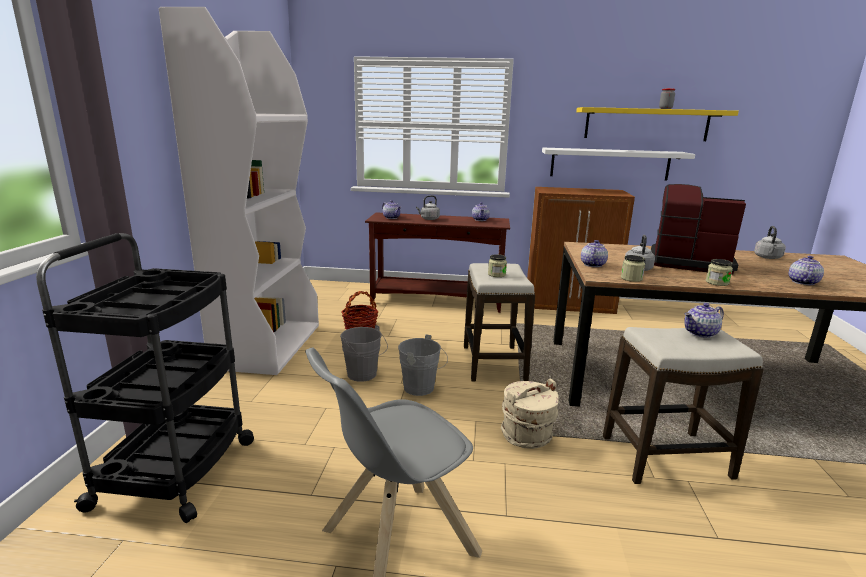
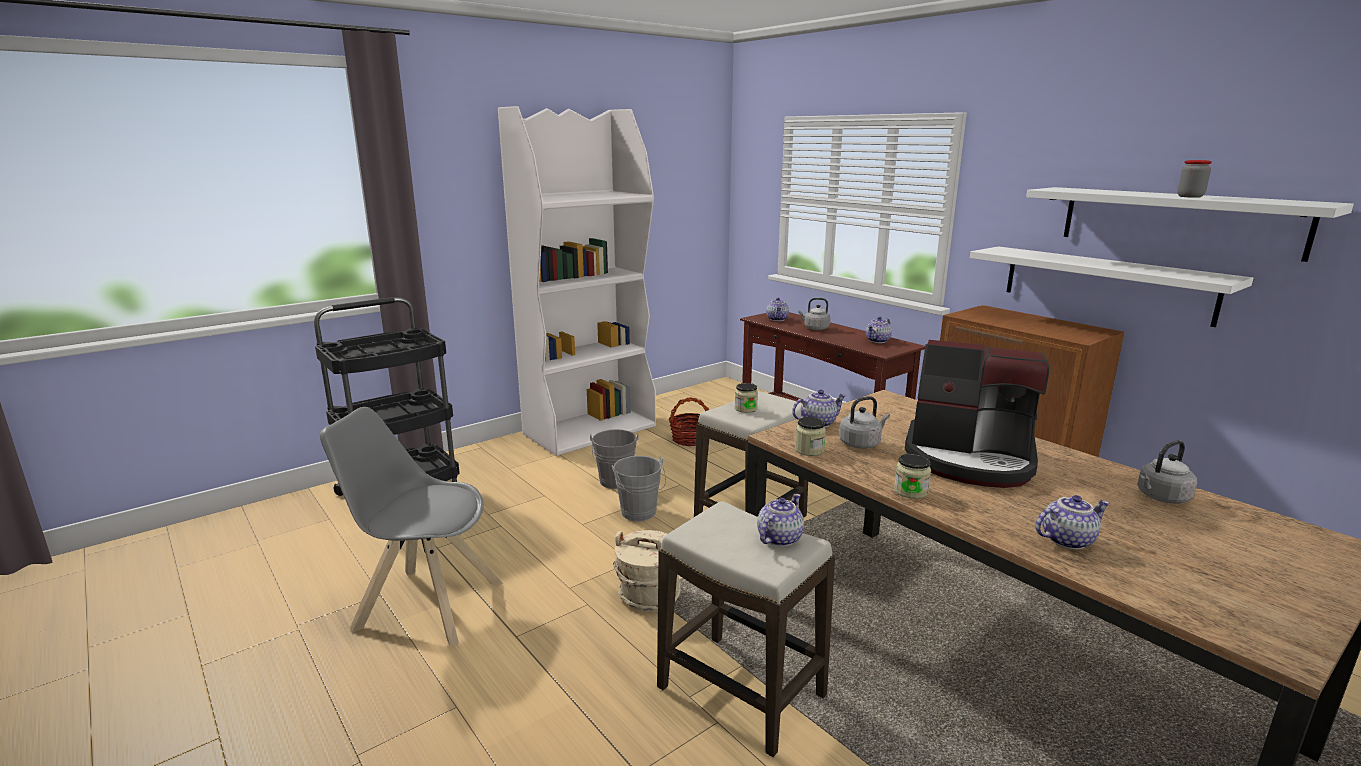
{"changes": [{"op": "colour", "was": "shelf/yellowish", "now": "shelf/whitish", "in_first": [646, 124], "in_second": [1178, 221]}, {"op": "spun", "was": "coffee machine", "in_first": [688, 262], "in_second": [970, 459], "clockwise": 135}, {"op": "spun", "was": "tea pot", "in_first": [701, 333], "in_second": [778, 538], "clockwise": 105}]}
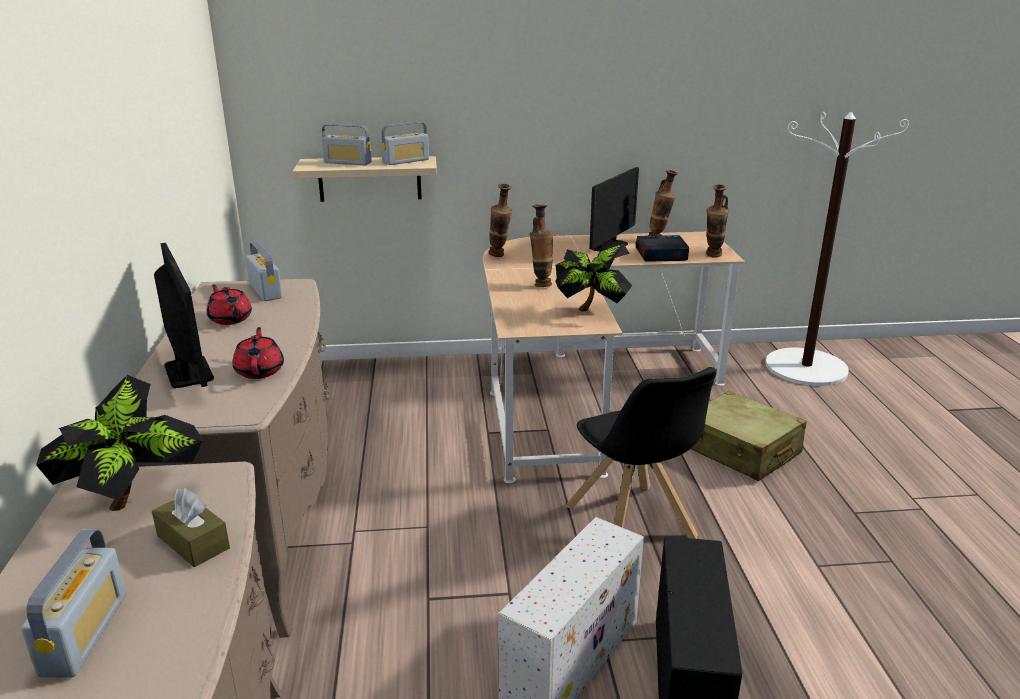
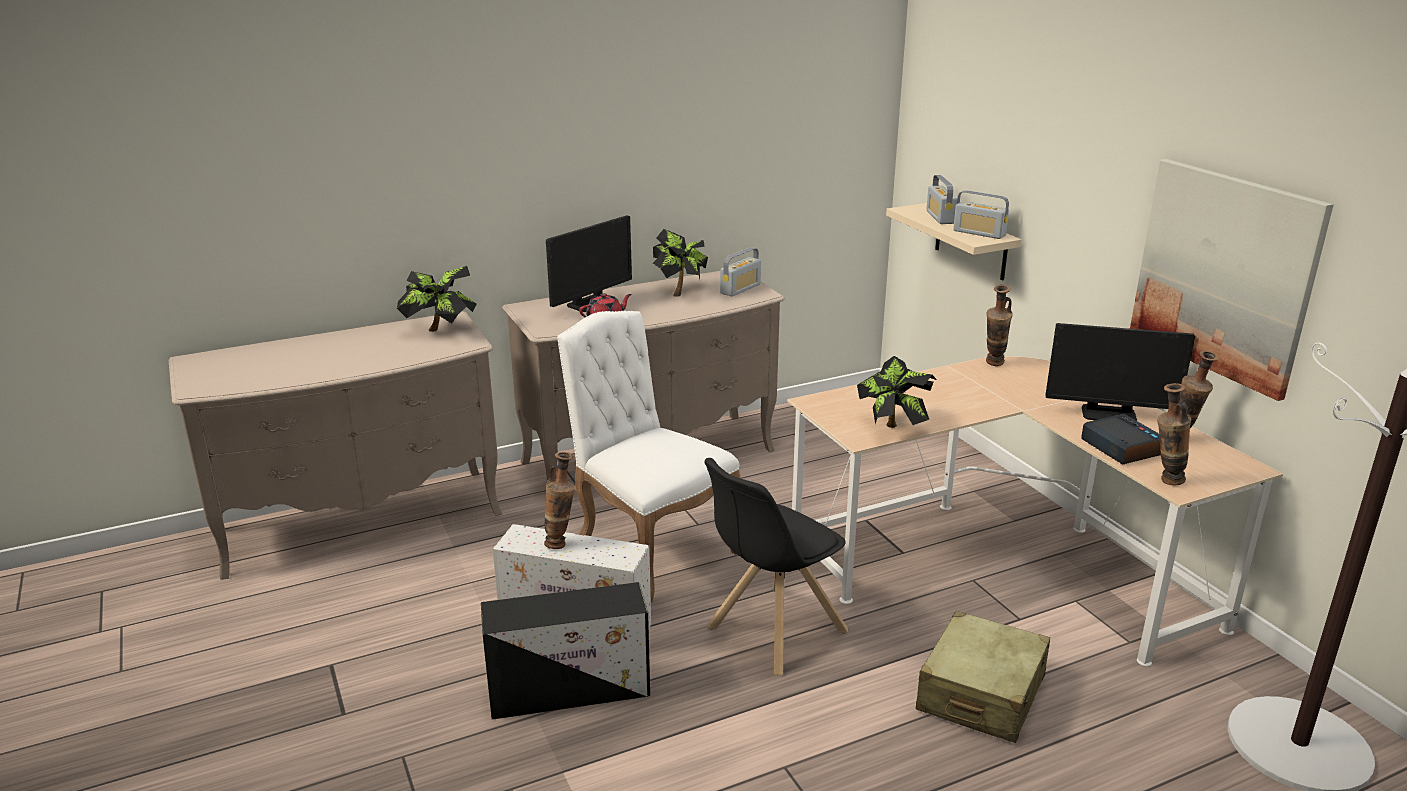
{"changes": [{"op": "missing", "was": "radio set", "in_first": [85, 633]}, {"op": "missing", "was": "tissue box/brownish", "in_first": [193, 542]}, {"op": "appeared", "now": "upright chair/whitish", "in_second": [651, 551]}, {"op": "appeared", "now": "picture", "in_second": [1224, 274]}, {"op": "relocated", "was": "flower vase", "in_first": [541, 284], "in_second": [561, 543]}, {"op": "exchanged", "was": "tea pot/red", "now": "houseplant", "in_first": [230, 319], "in_second": [680, 292]}]}
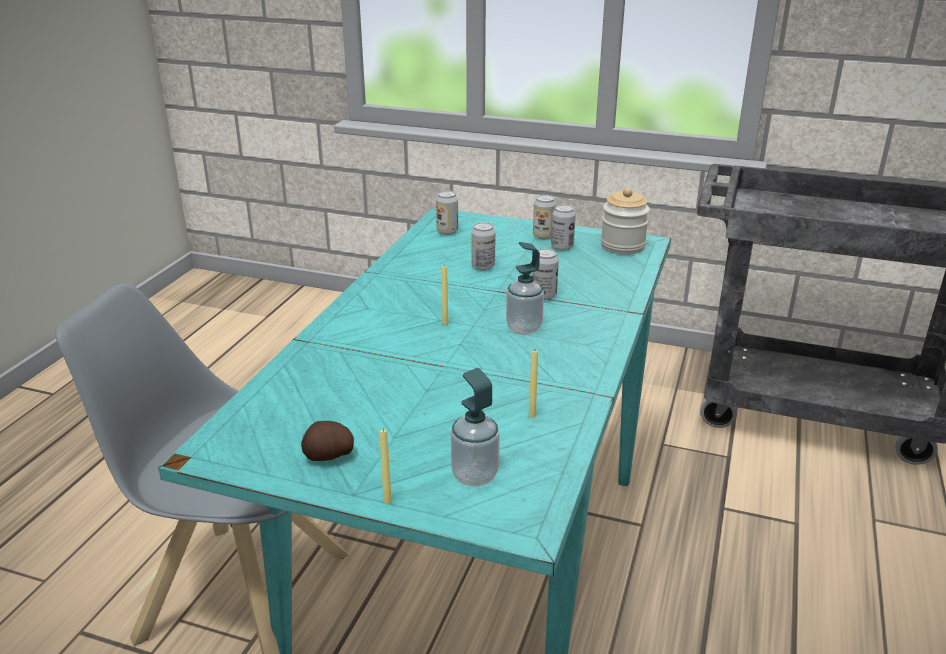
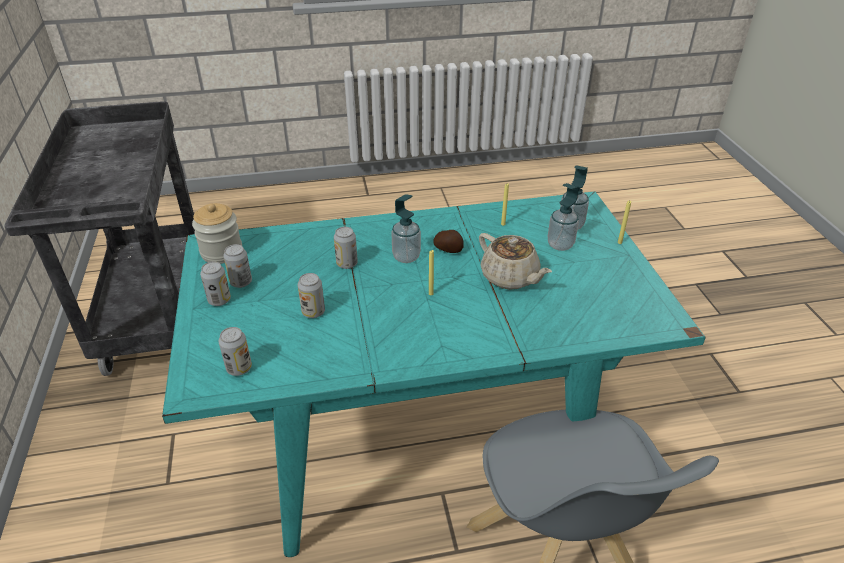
{"changes": [{"op": "appeared", "now": "tea pot/sand-coloured", "in_second": [510, 277]}, {"op": "appeared", "now": "liquid soap bottle", "in_second": [560, 245]}, {"op": "relocated", "was": "whole potato", "in_first": [328, 456], "in_second": [449, 250]}]}
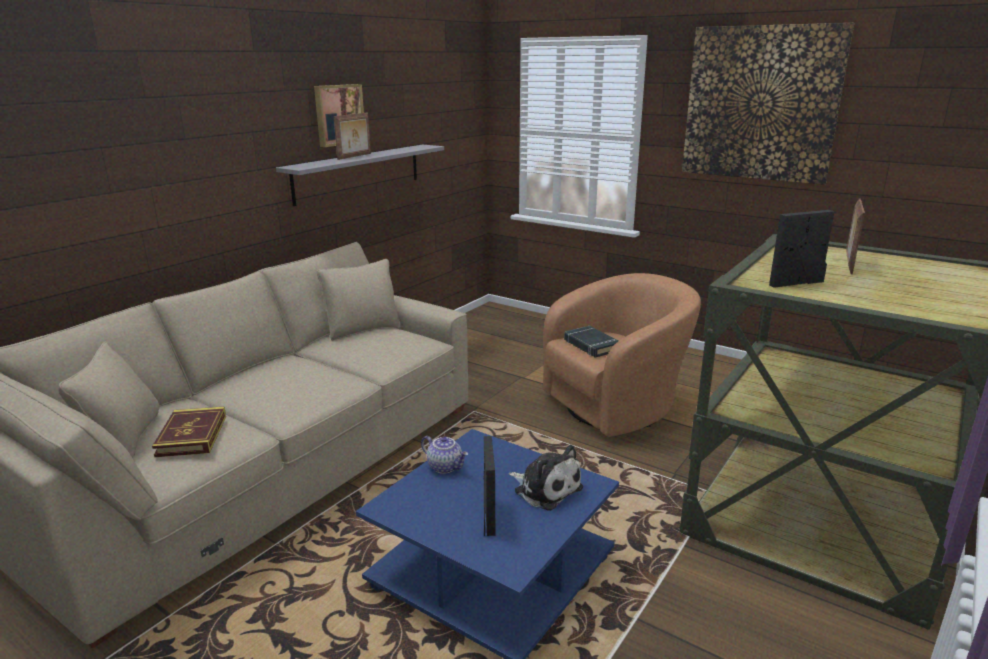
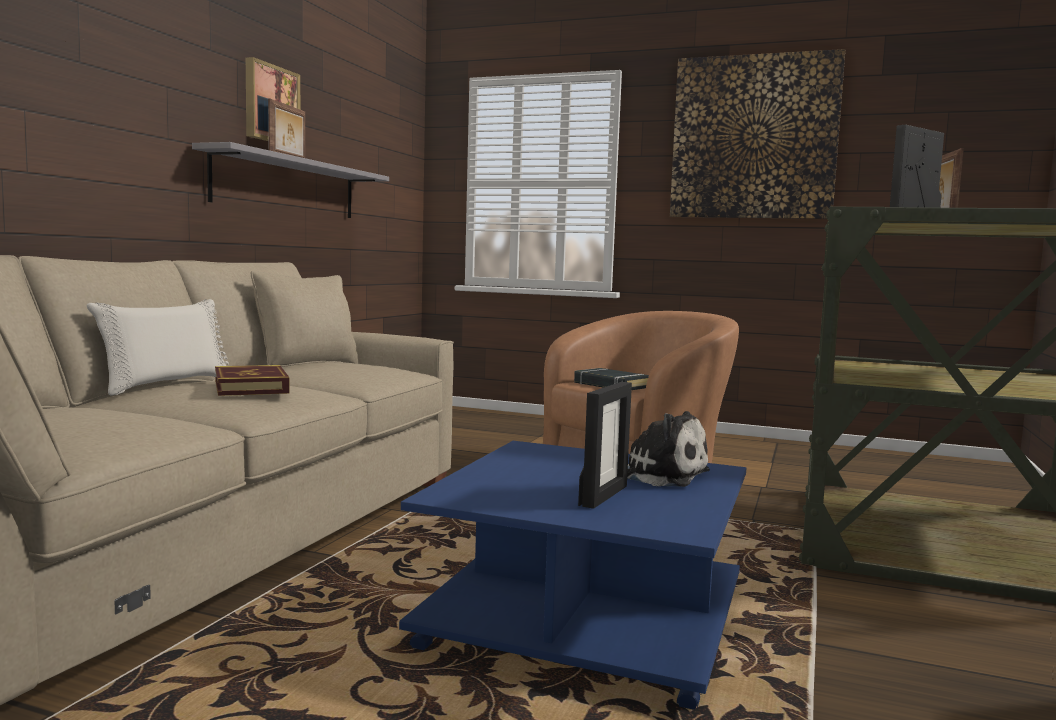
{"changes": [{"op": "missing", "was": "tea pot", "in_first": [445, 467]}, {"op": "appeared", "now": "cushion/whitish", "in_second": [166, 385]}, {"op": "relocated", "was": "bound book", "in_first": [192, 436], "in_second": [251, 387]}, {"op": "spun", "was": "picture frame", "in_first": [488, 516], "in_second": [603, 495], "clockwise": 45}]}
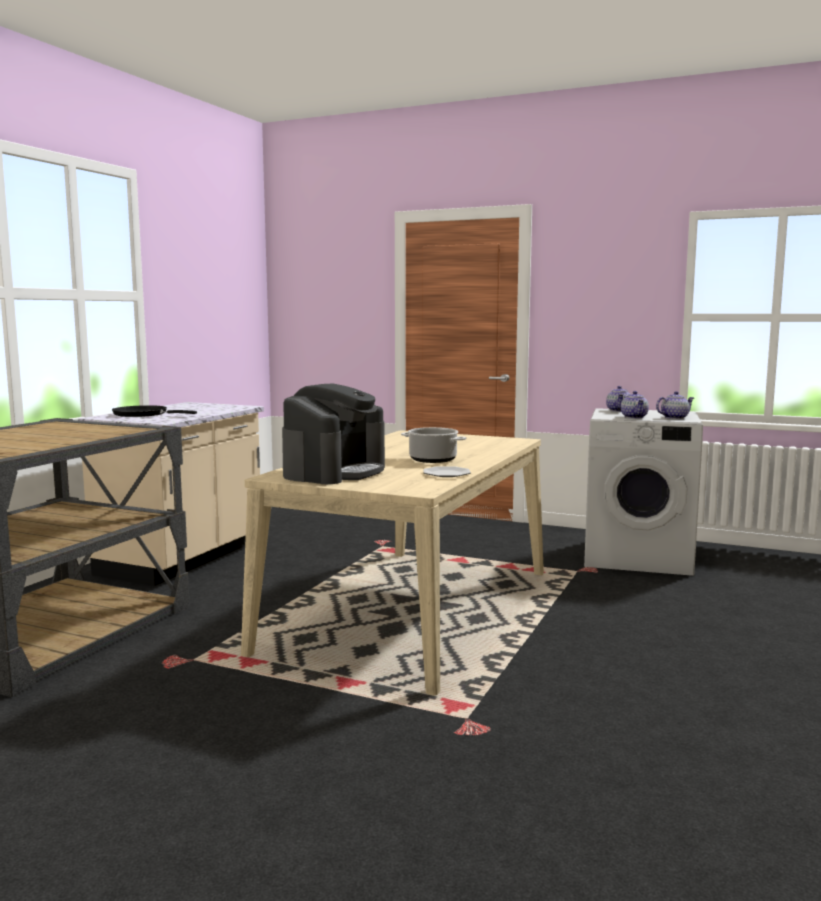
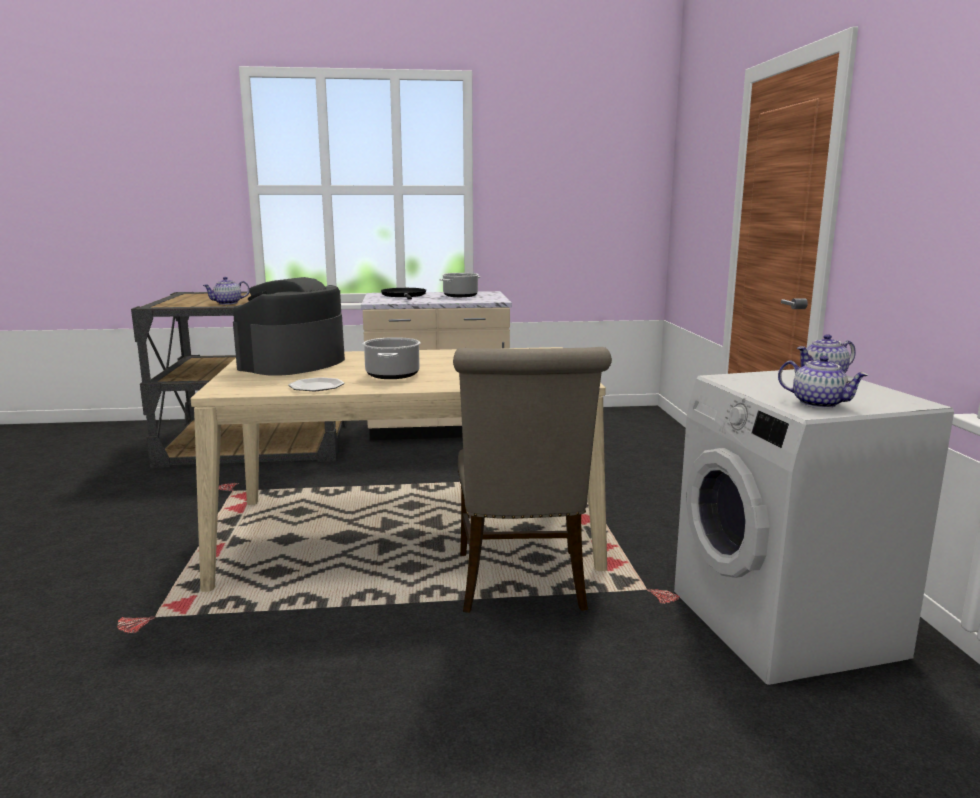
{"changes": [{"op": "appeared", "now": "stockpot", "in_second": [460, 296]}, {"op": "appeared", "now": "upright chair/sand-coloured", "in_second": [522, 585]}, {"op": "relocated", "was": "tea pot", "in_first": [634, 417], "in_second": [227, 303]}, {"op": "spun", "was": "coffee machine", "in_first": [335, 472], "in_second": [293, 363], "clockwise": 120}]}
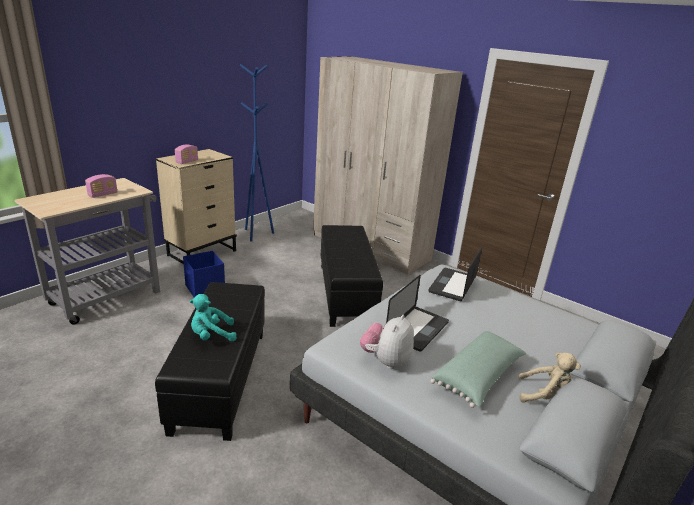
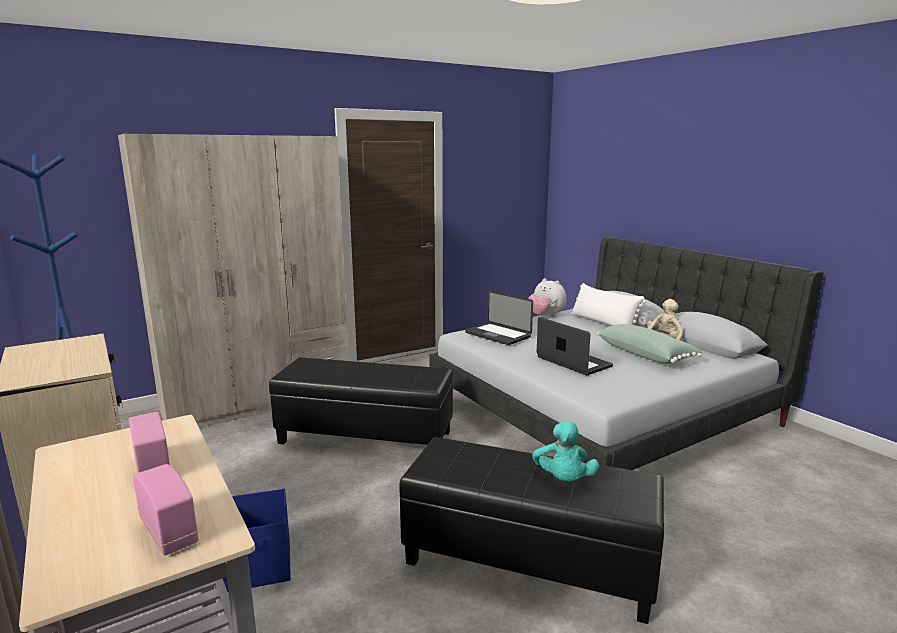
{"changes": [{"op": "appeared", "now": "cushion/whitish", "in_second": [603, 324]}, {"op": "relocated", "was": "radio set", "in_first": [187, 162], "in_second": [169, 531]}, {"op": "relocated", "was": "cuddly toy", "in_first": [386, 360], "in_second": [545, 316]}]}
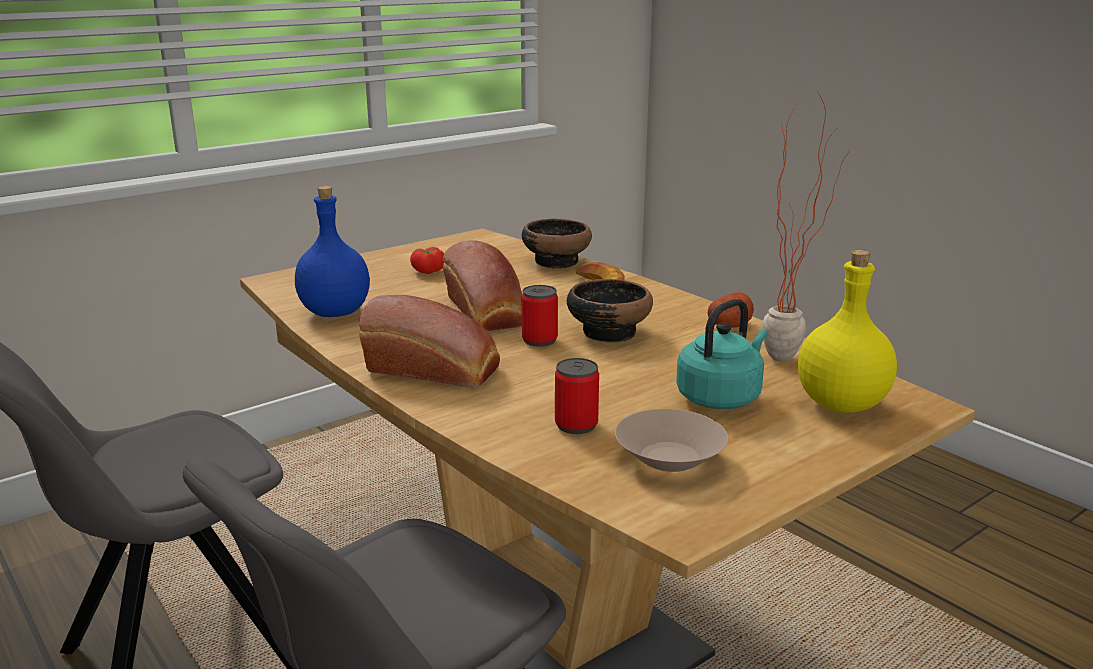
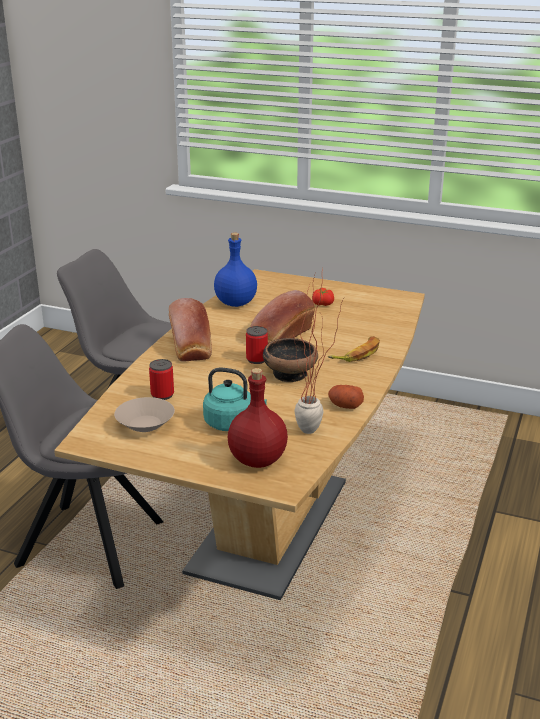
{"changes": [{"op": "missing", "was": "serving bowl", "in_first": [556, 261]}, {"op": "colour", "was": "bottle/yellowish", "now": "bottle/red", "in_first": [839, 404], "in_second": [257, 459]}]}
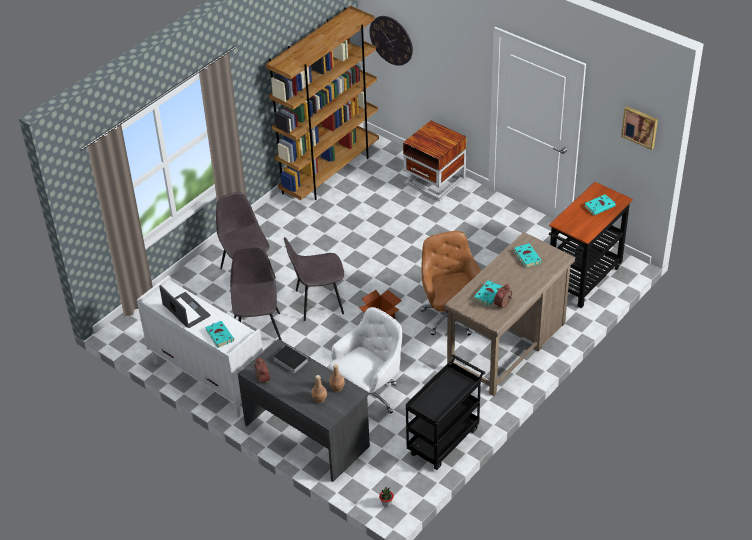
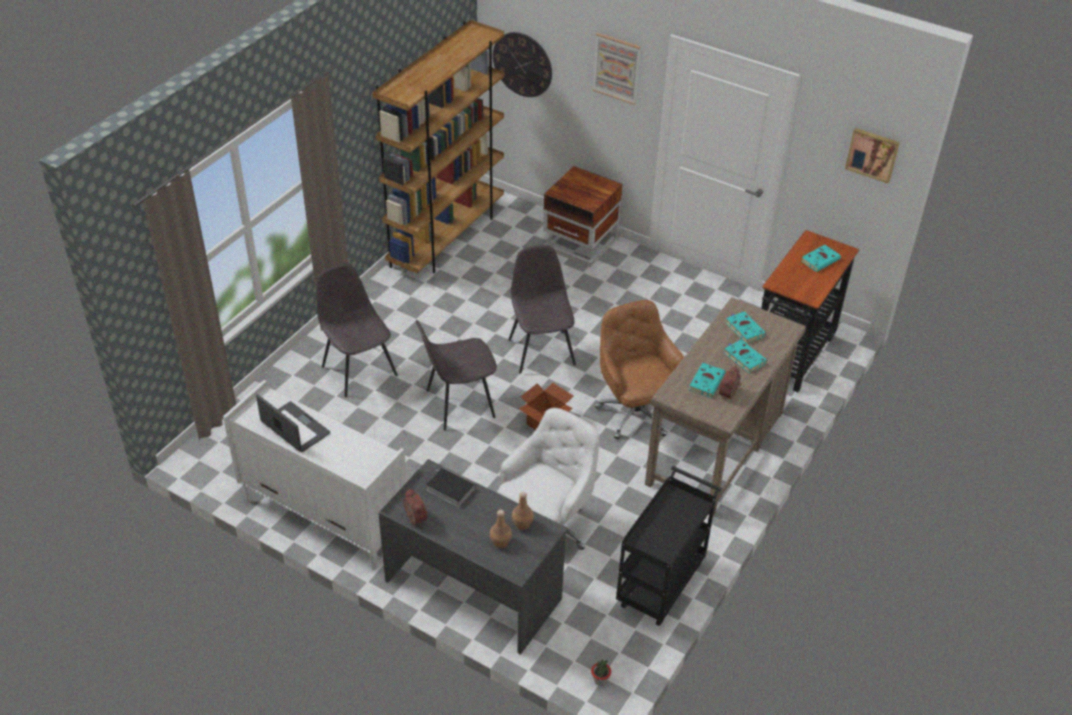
{"changes": [{"op": "appeared", "now": "picture", "in_second": [616, 68]}, {"op": "relocated", "was": "bound book/blue-green", "in_first": [219, 335], "in_second": [743, 357]}, {"op": "relocated", "was": "upright chair/gray", "in_first": [258, 328], "in_second": [541, 350]}]}
